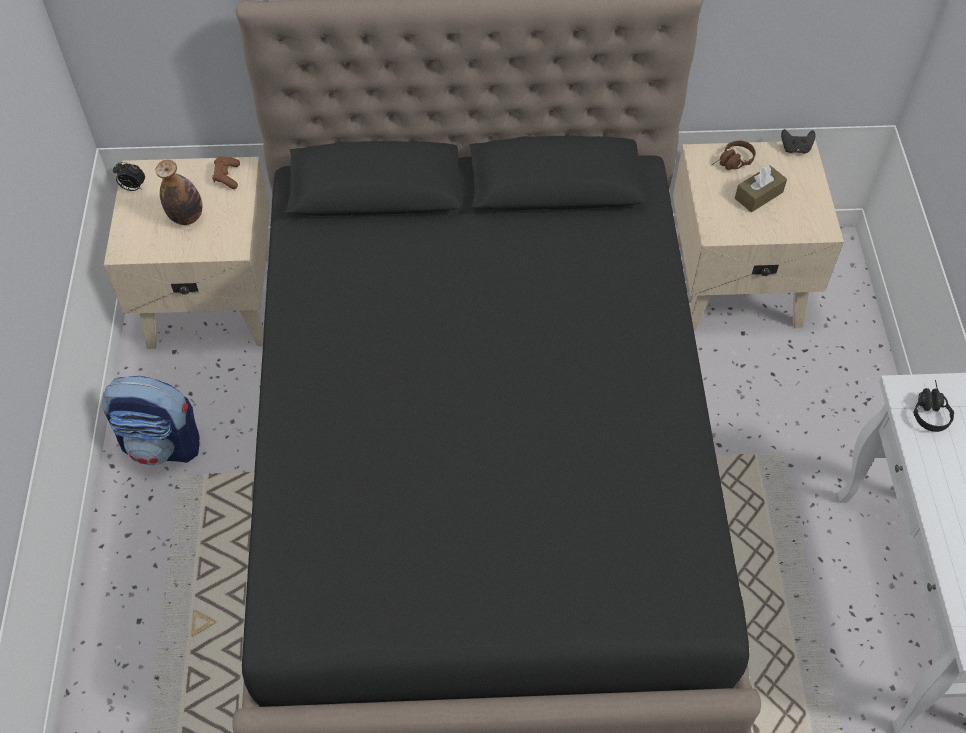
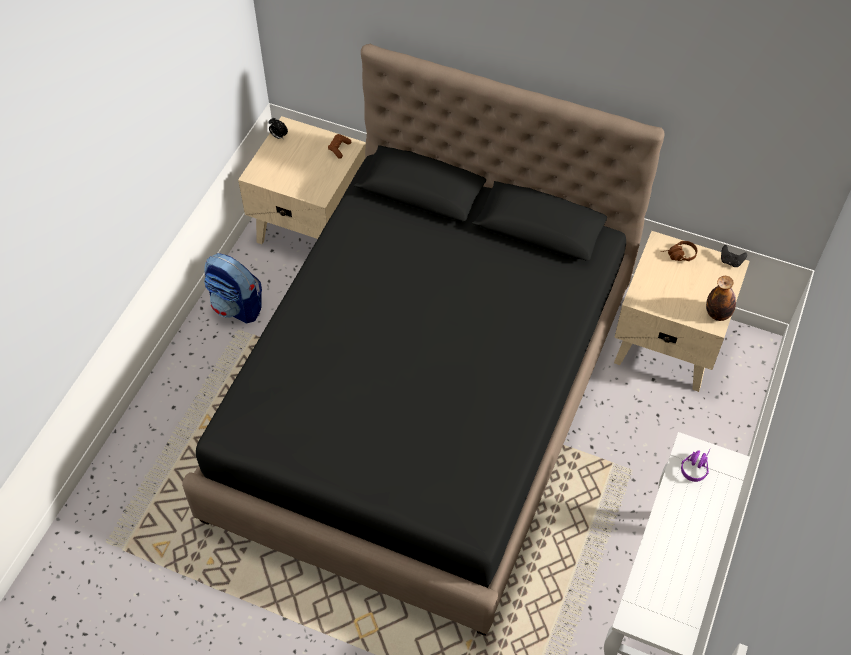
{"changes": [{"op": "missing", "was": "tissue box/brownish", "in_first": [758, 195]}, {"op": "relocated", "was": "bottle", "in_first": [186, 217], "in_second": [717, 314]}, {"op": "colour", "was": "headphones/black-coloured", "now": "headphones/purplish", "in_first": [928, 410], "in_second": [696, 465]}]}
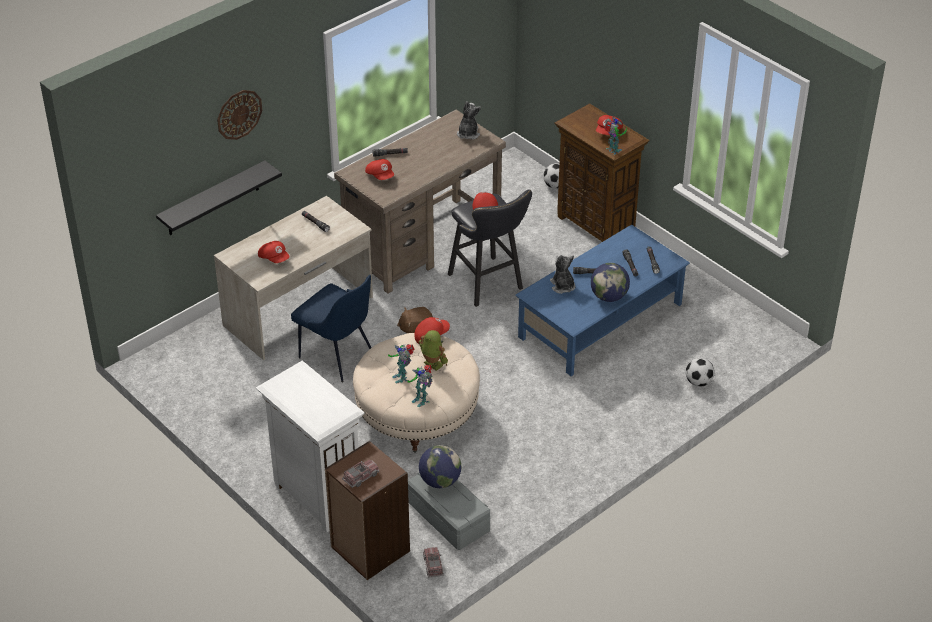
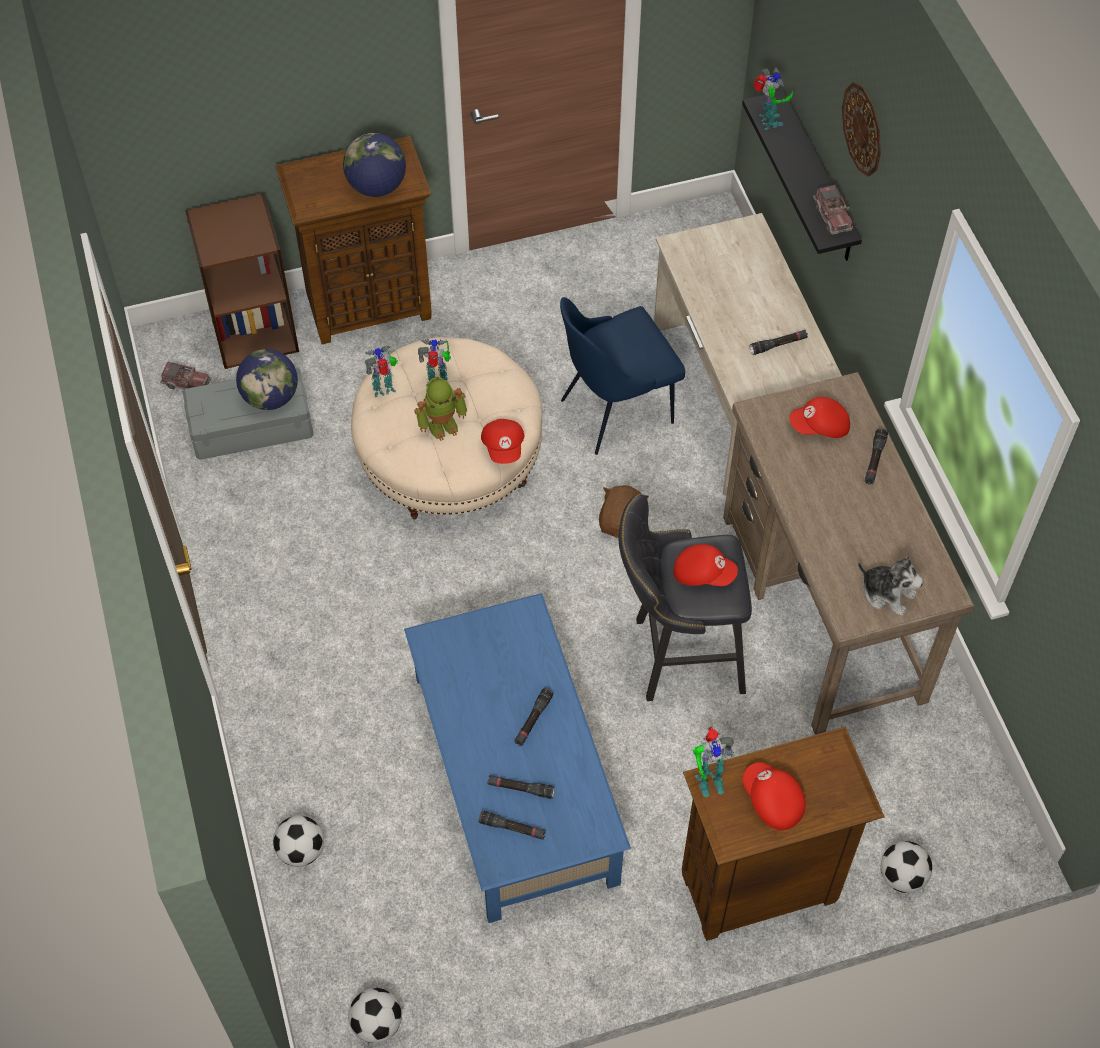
{"changes": [{"op": "missing", "was": "baseball cap/red", "in_first": [274, 258]}, {"op": "missing", "was": "cuddly toy", "in_first": [562, 286]}, {"op": "appeared", "now": "ball for football", "in_second": [377, 1023]}, {"op": "appeared", "now": "model robot", "in_second": [768, 122]}, {"op": "relocated", "was": "model truck", "in_first": [361, 477], "in_second": [832, 216]}, {"op": "relocated", "was": "world globe", "in_first": [609, 296], "in_second": [377, 187]}, {"op": "colour", "was": "cabinet/whitish", "now": "cabinet/brownish", "in_first": [316, 497], "in_second": [370, 308]}]}
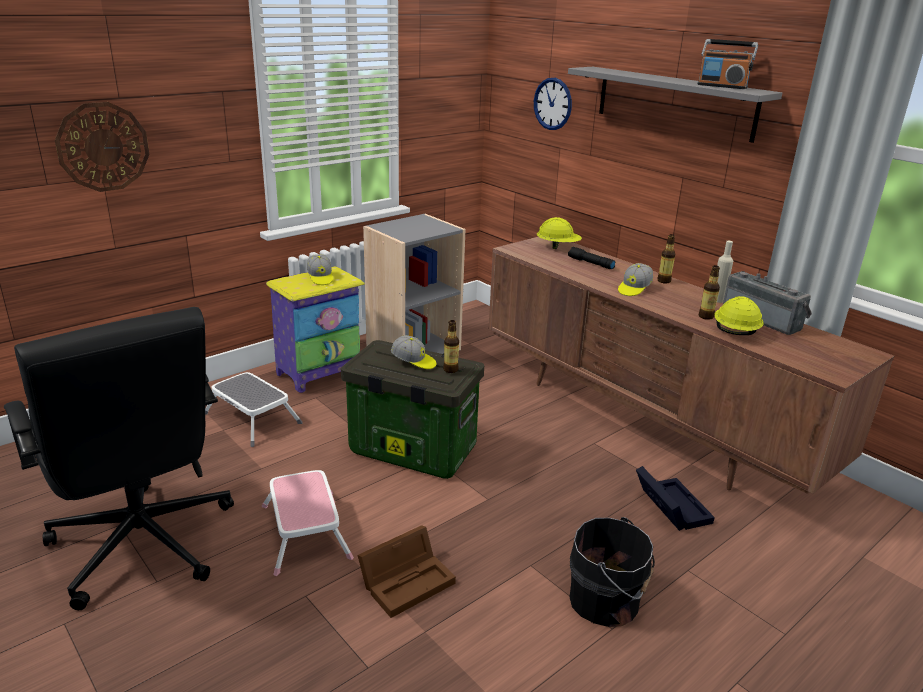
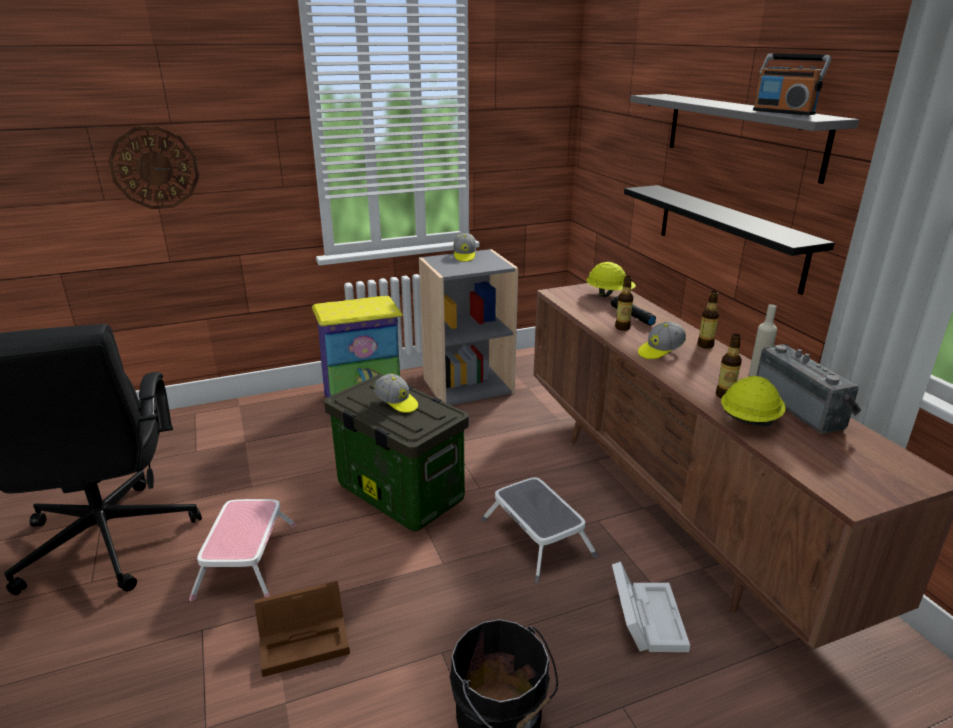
{"changes": [{"op": "missing", "was": "hanging clock", "in_first": [552, 104]}, {"op": "appeared", "now": "shelf/black-coloured", "in_second": [728, 235]}, {"op": "relocated", "was": "step stool/gray", "in_first": [251, 418], "in_second": [536, 537]}, {"op": "relocated", "was": "baseball cap", "in_first": [320, 278], "in_second": [464, 255]}, {"op": "relocated", "was": "bottle", "in_first": [450, 370], "in_second": [622, 328]}, {"op": "colour", "was": "storage container/black-coloured", "now": "storage container/whitish", "in_first": [669, 506], "in_second": [645, 617]}]}
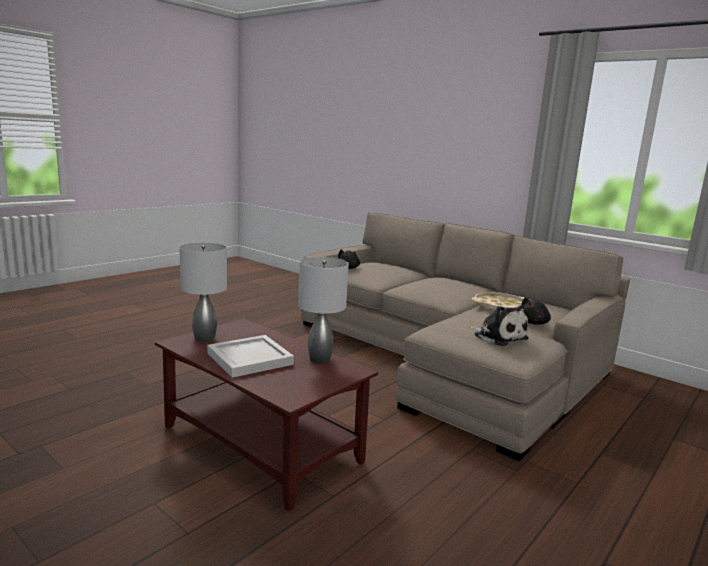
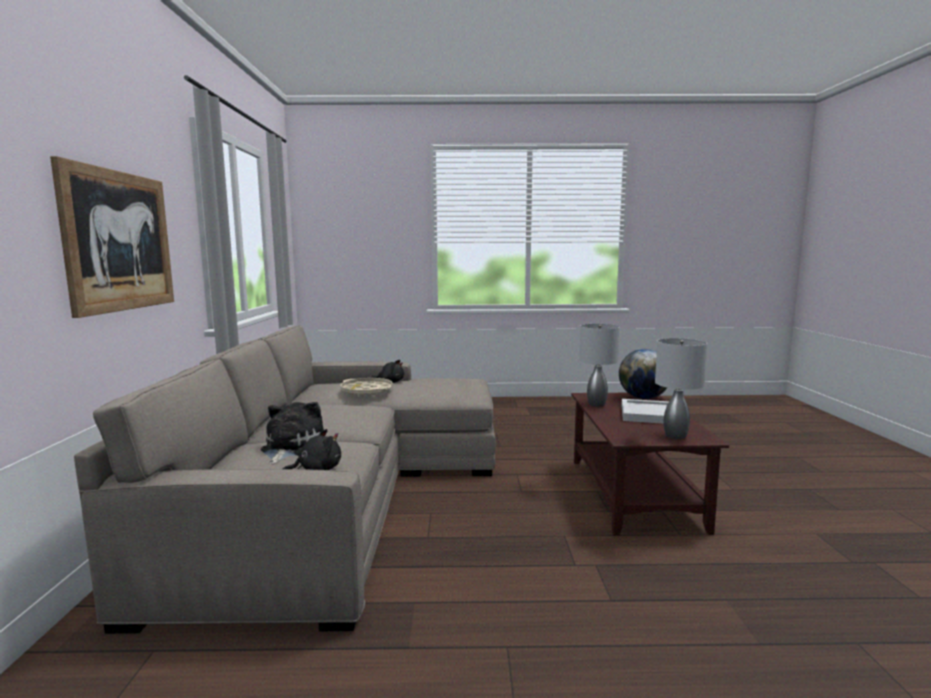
{"changes": [{"op": "appeared", "now": "picture", "in_second": [119, 241]}, {"op": "appeared", "now": "world globe", "in_second": [643, 398]}, {"op": "relocated", "was": "cuddly toy", "in_first": [498, 337], "in_second": [291, 448]}]}
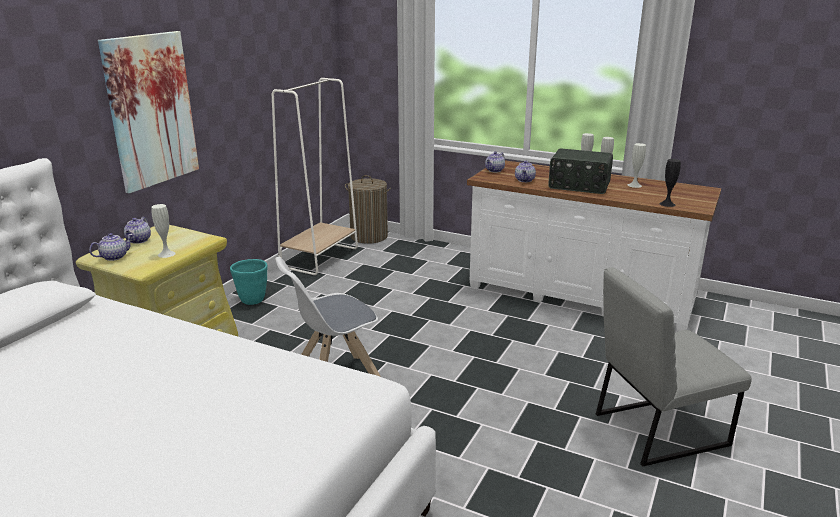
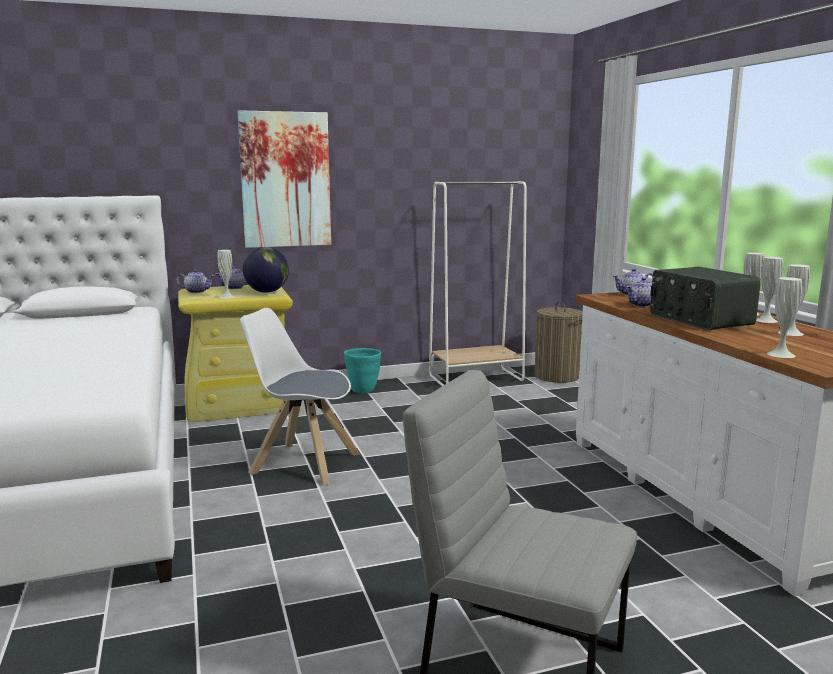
{"changes": [{"op": "appeared", "now": "world globe", "in_second": [267, 292]}, {"op": "colour", "was": "flower vase/black-coloured", "now": "flower vase/whitish", "in_first": [667, 204], "in_second": [780, 354]}]}
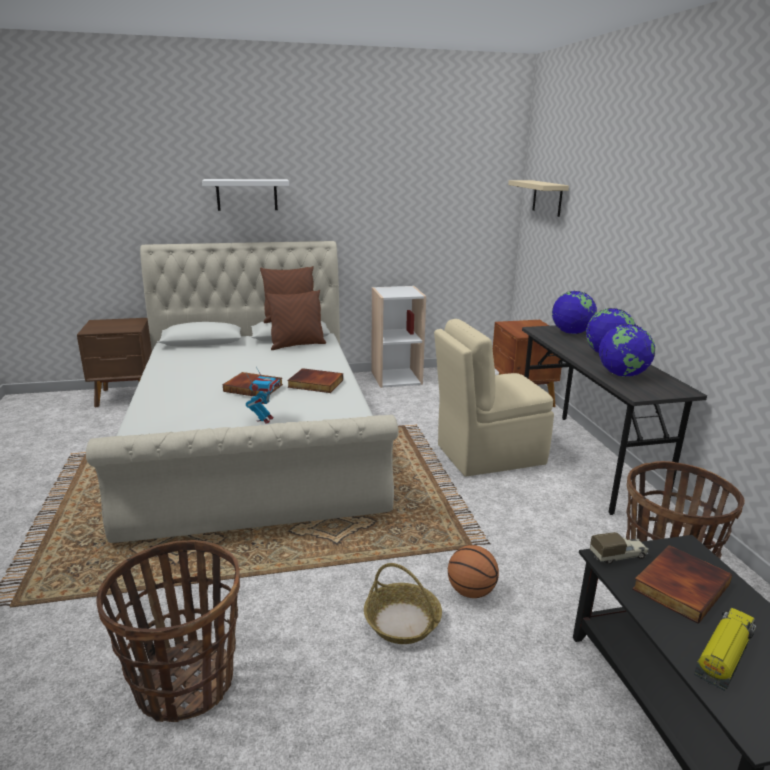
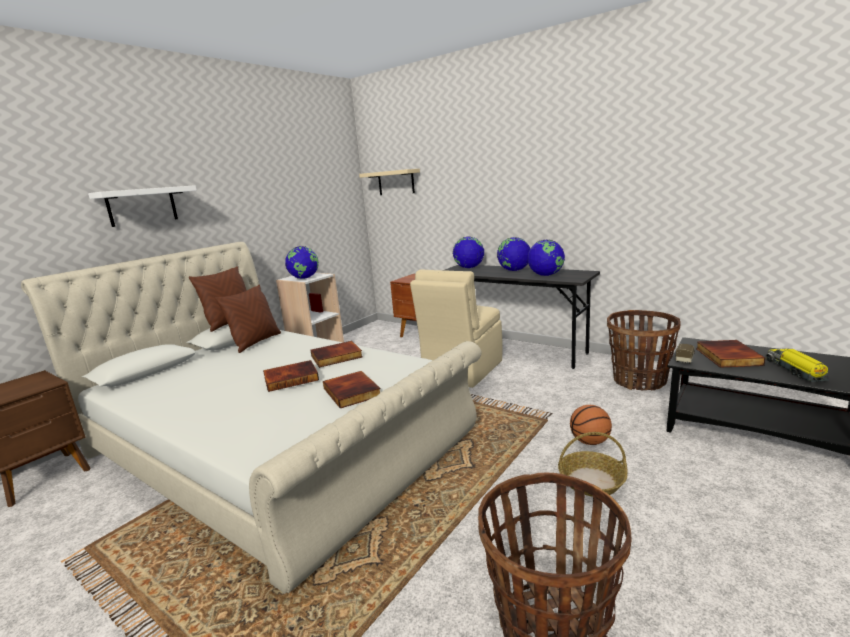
{"changes": [{"op": "appeared", "now": "world globe", "in_second": [304, 278]}, {"op": "exchanged", "was": "model robot", "now": "bound book", "in_first": [265, 419], "in_second": [353, 392]}]}
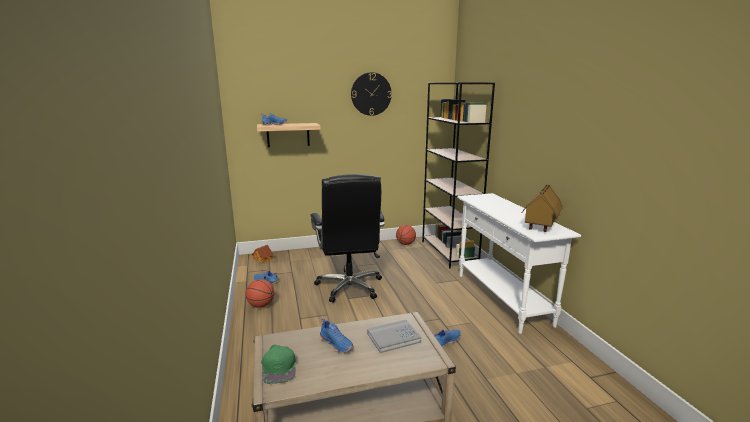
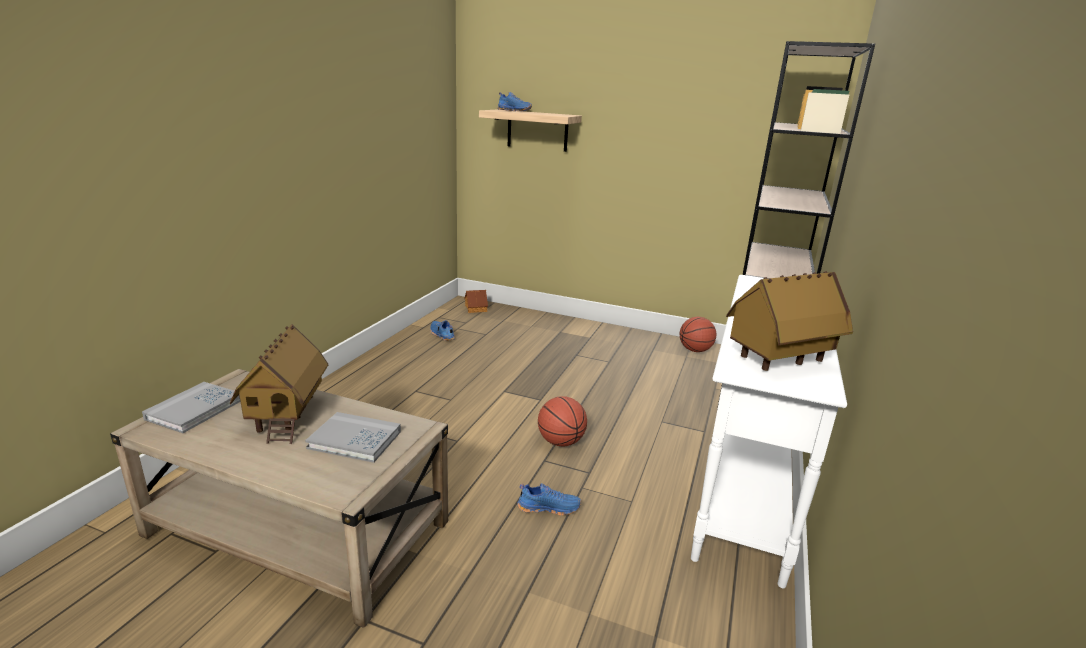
{"changes": [{"op": "missing", "was": "office chair/black-coloured", "in_first": [349, 285]}, {"op": "missing", "was": "hanging clock", "in_first": [371, 94]}, {"op": "relocated", "was": "basketball ball", "in_first": [261, 305], "in_second": [560, 442]}, {"op": "exchanged", "was": "baseball cap/green-coloured", "now": "bound book/gray", "in_first": [279, 367], "in_second": [194, 410]}, {"op": "exchanged", "was": "item of footwear/blue", "now": "miniature house", "in_first": [337, 344], "in_second": [287, 415]}]}
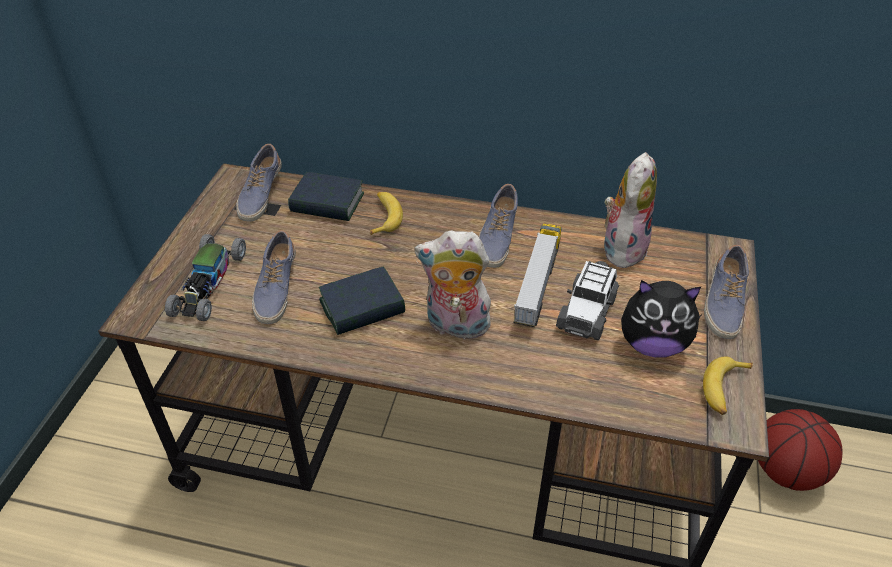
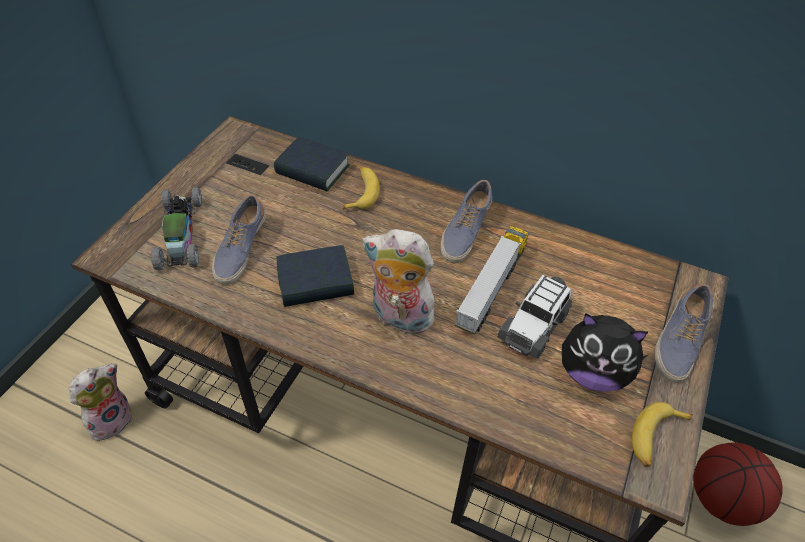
{"changes": [{"op": "missing", "was": "item of footwear", "in_first": [260, 195]}, {"op": "relocated", "was": "cuddly toy", "in_first": [622, 247], "in_second": [111, 419]}, {"op": "spun", "was": "model car", "in_first": [208, 284], "in_second": [181, 234], "clockwise": 150}]}
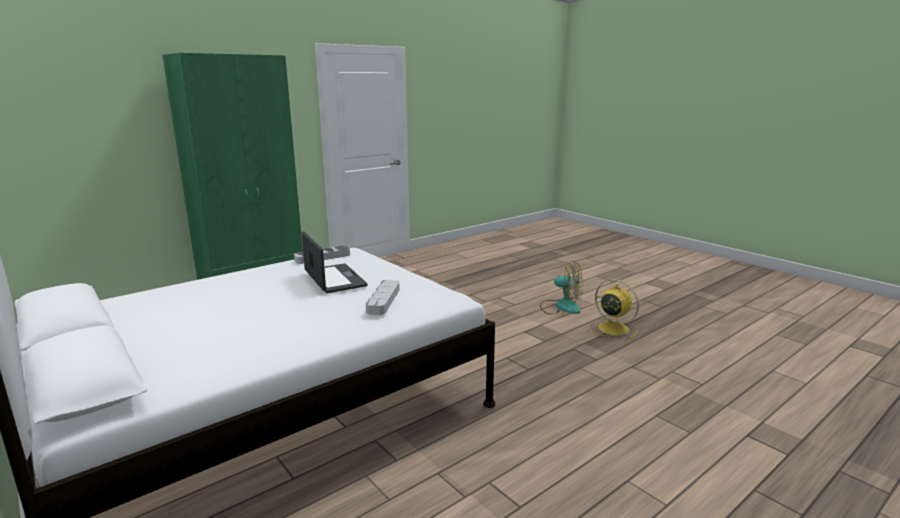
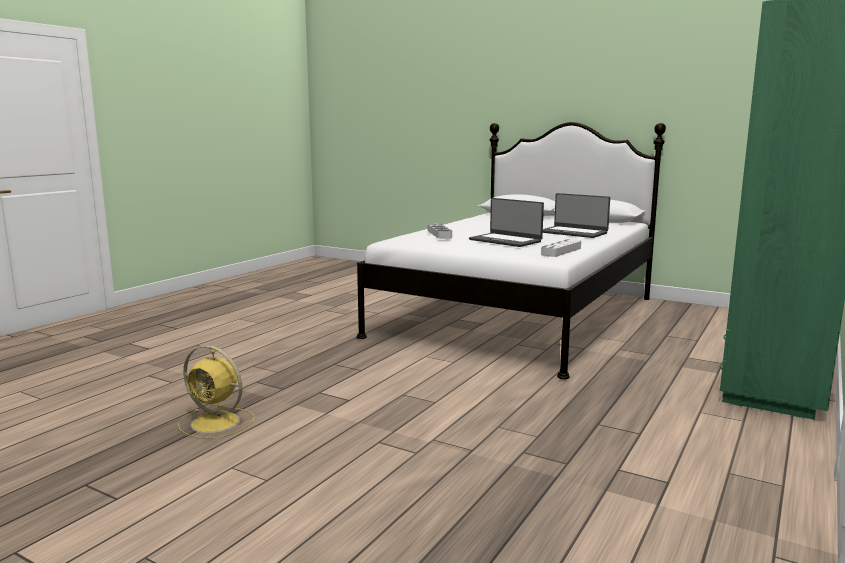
{"changes": [{"op": "missing", "was": "electric fan", "in_first": [561, 306]}, {"op": "appeared", "now": "portable computer", "in_second": [573, 232]}]}
